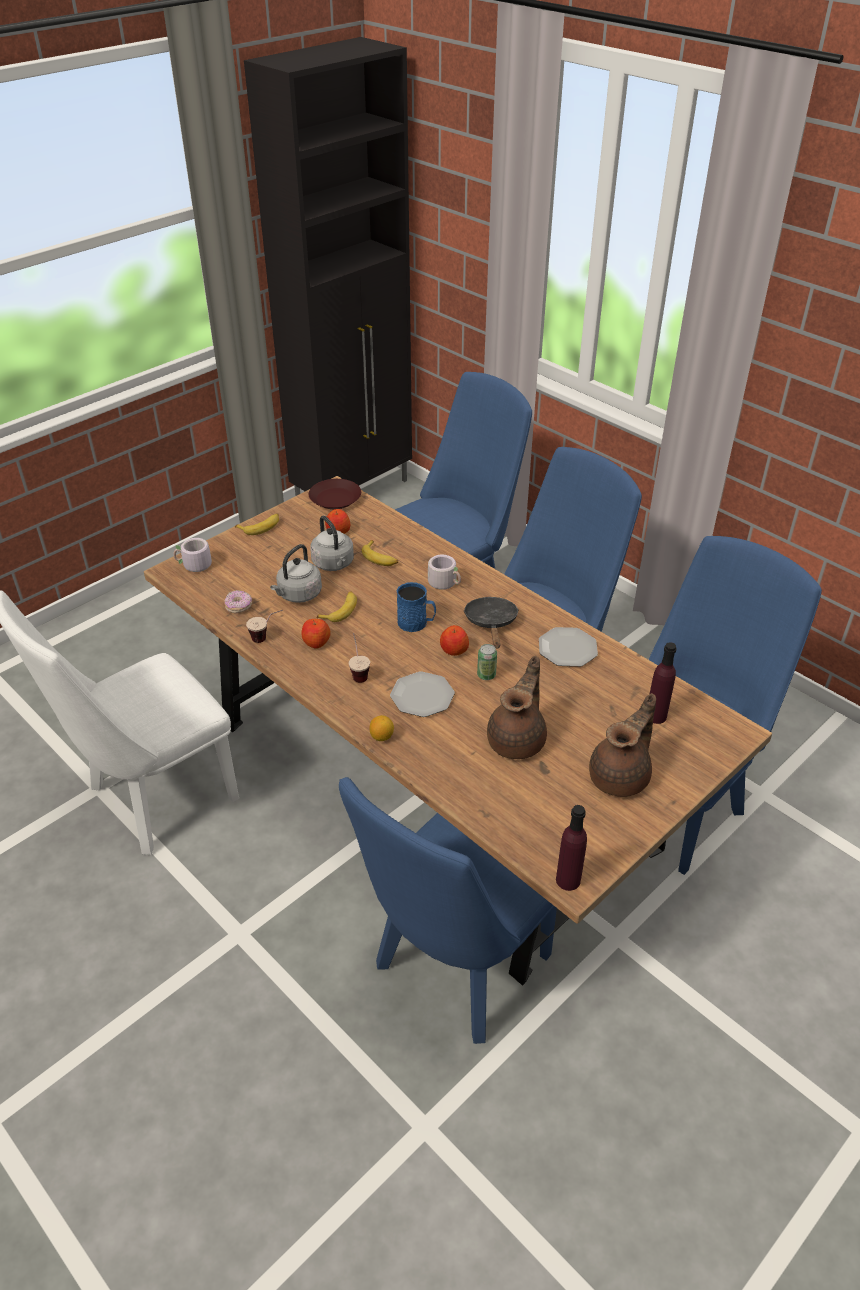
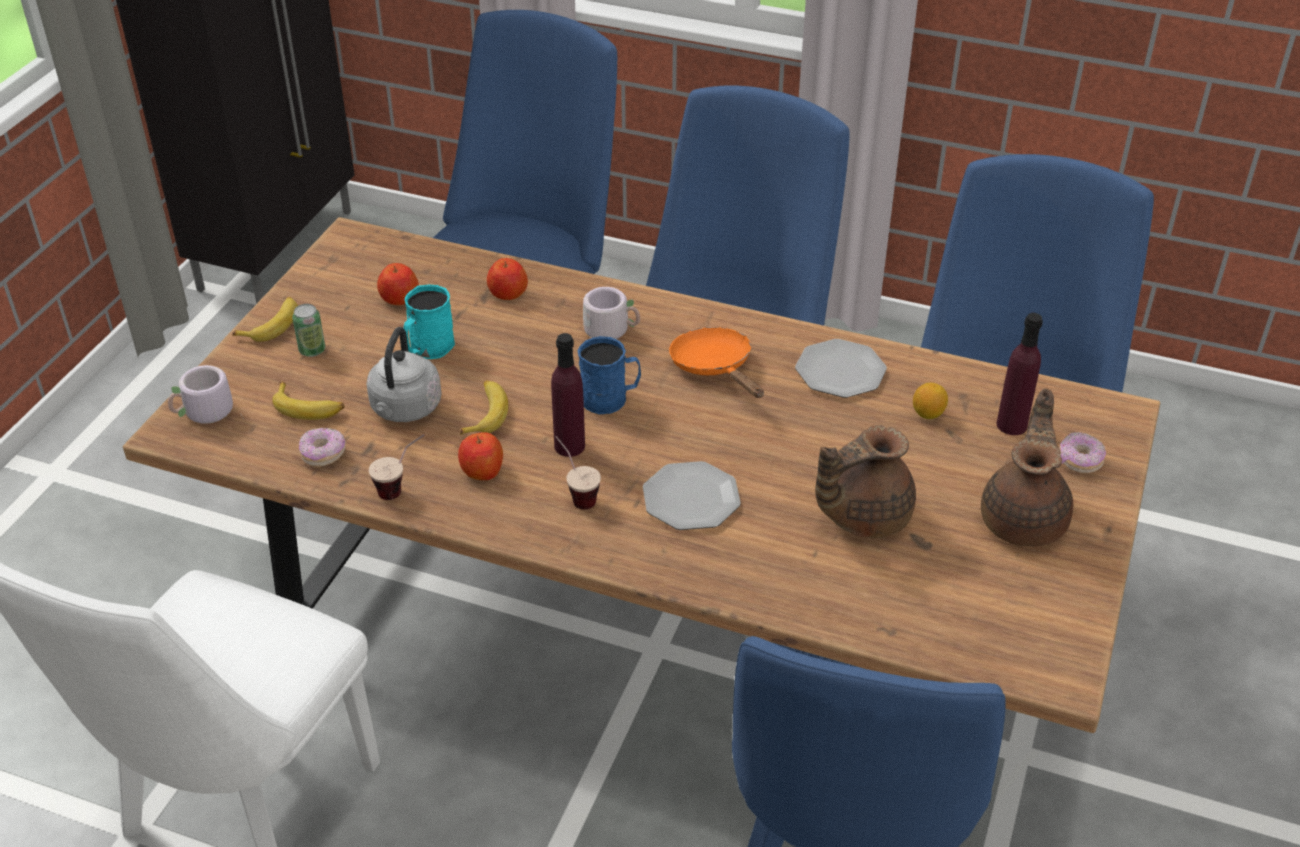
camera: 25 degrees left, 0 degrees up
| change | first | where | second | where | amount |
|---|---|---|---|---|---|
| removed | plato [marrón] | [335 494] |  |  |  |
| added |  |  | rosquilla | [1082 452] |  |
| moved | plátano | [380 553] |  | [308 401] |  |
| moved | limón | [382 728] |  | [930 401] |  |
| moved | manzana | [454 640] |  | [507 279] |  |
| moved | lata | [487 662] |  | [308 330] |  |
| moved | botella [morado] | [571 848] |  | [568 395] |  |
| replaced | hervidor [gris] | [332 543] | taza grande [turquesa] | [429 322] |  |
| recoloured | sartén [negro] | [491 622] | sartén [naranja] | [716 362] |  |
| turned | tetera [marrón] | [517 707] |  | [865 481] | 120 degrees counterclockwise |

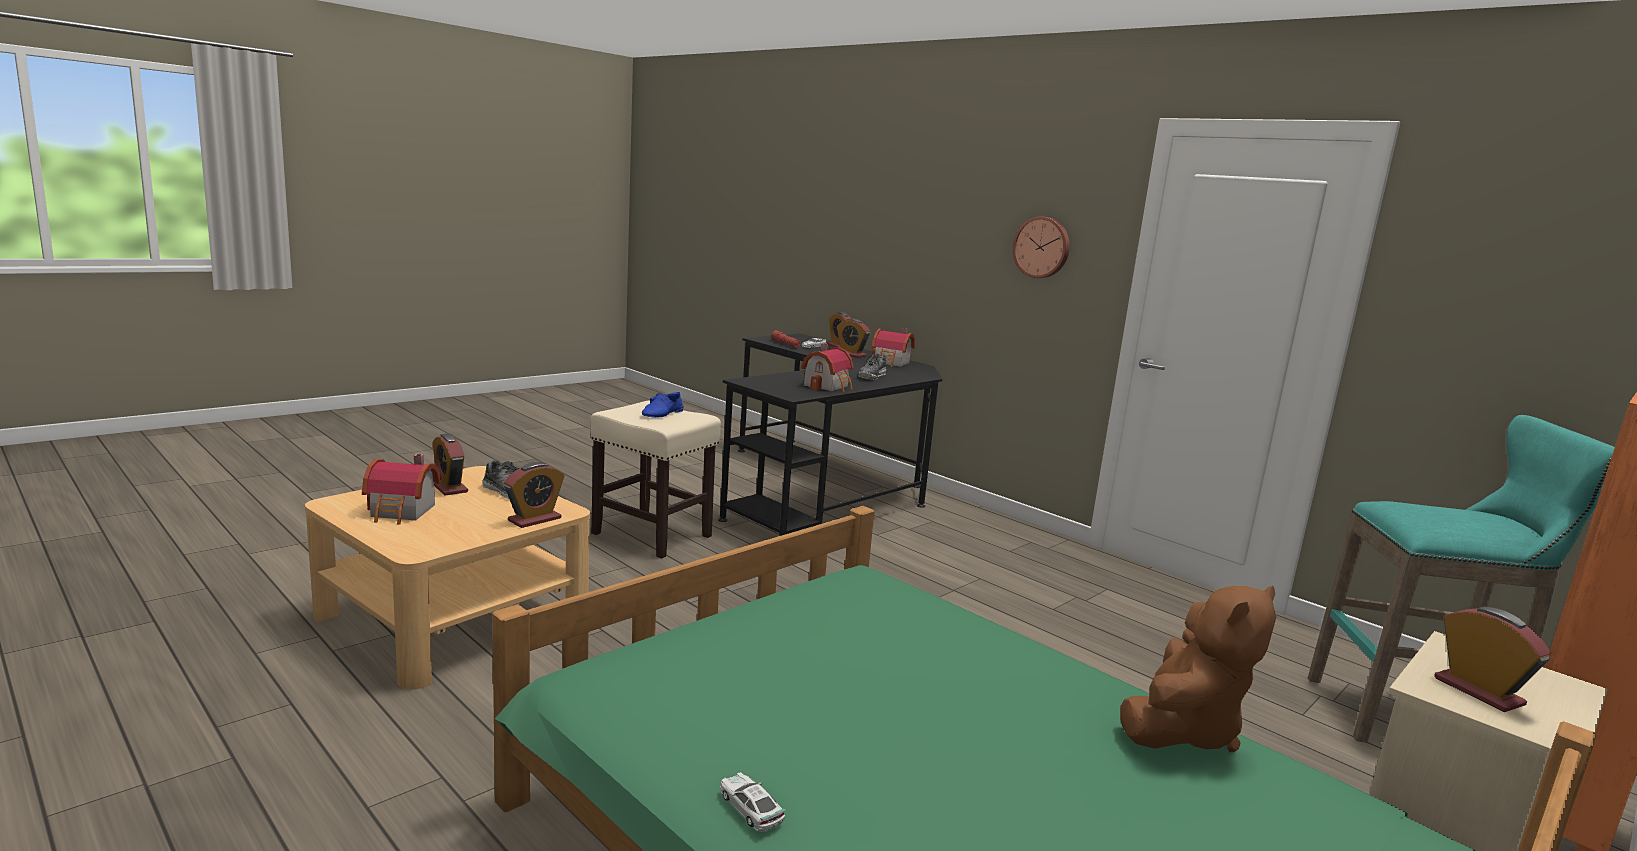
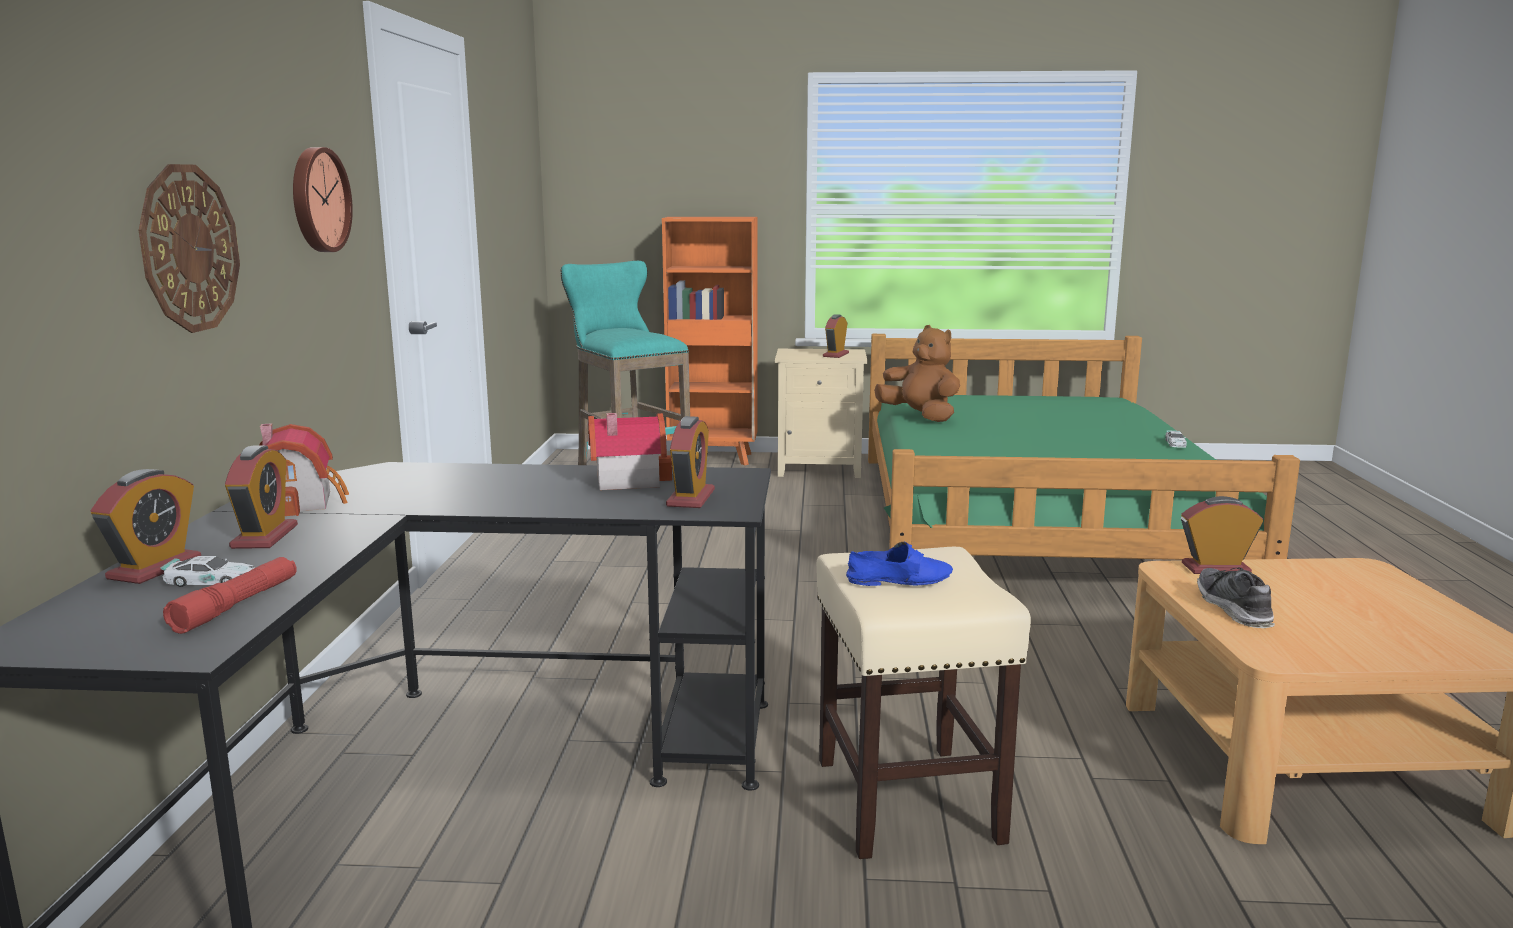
camera: 130 degrees left, 0 degrees up
| change | first | where | second | where | amount |
|---|---|---|---|---|---|
| removed | casita | [401 489] |  |  |  |
| removed | zapato | [872 367] |  |  |  |
| added |  |  | reloj de pared | [189 248] |  |
| moved | despertador | [450 464] |  | [690 462] |  |
| turned | peluche [marrón] | [1198 668] |  | [917 373] | 45 degrees clockwise |

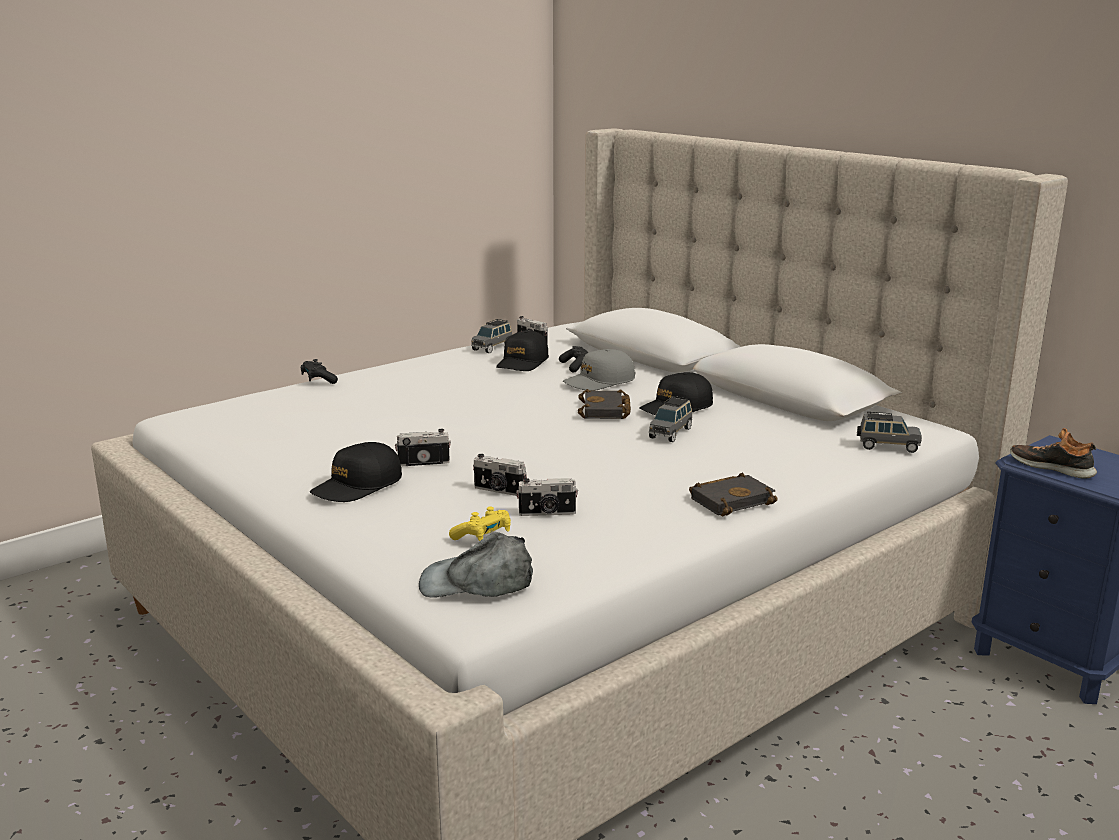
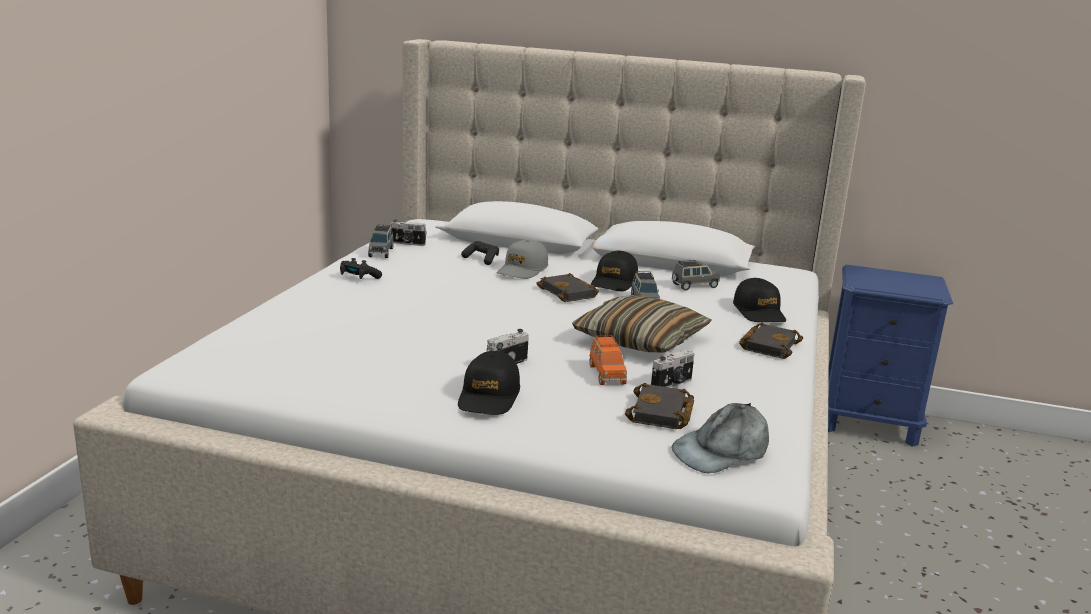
camera: 35 degrees left, 0 degrees up
| change | first | where | second | where | amount |
|---|---|---|---|---|---|
| removed | zapato | [1053 453] |  |  |  |
| added |  |  | cojín | [642 324] |  |
| moved | mando de consola [negro] | [319 371] |  | [361 268] |  |
| moved | gorra [negro] | [522 350] |  | [759 300] |  |
| moved | coche de juguete [gris] | [889 432] |  | [695 275] |  |
| replaced | mando de consola [amarillo] | [480 523] | libro [negro] | [659 406] |  |
| replaced | cámara | [500 475] | coche de juguete [naranja] | [608 360] |  |

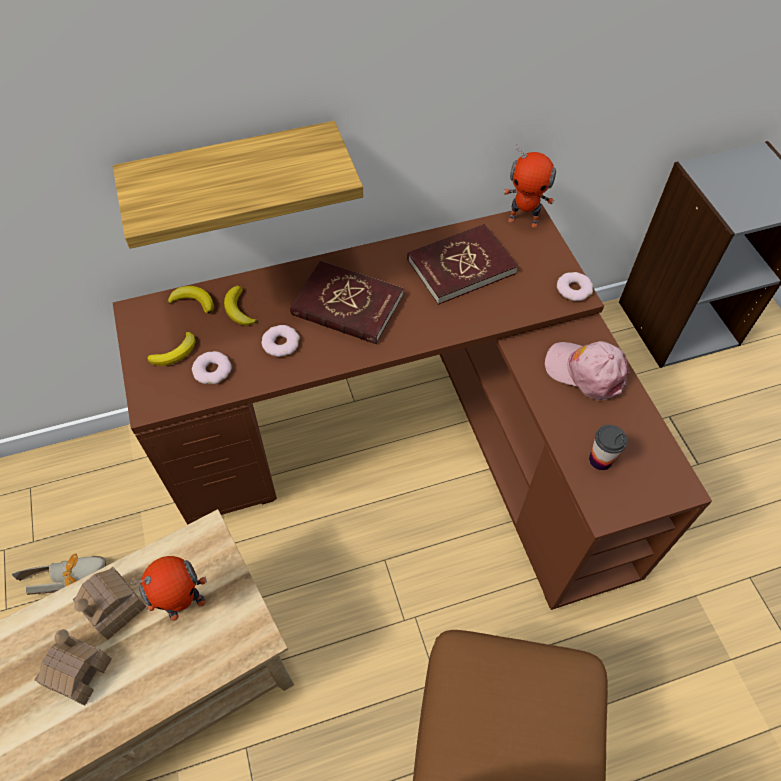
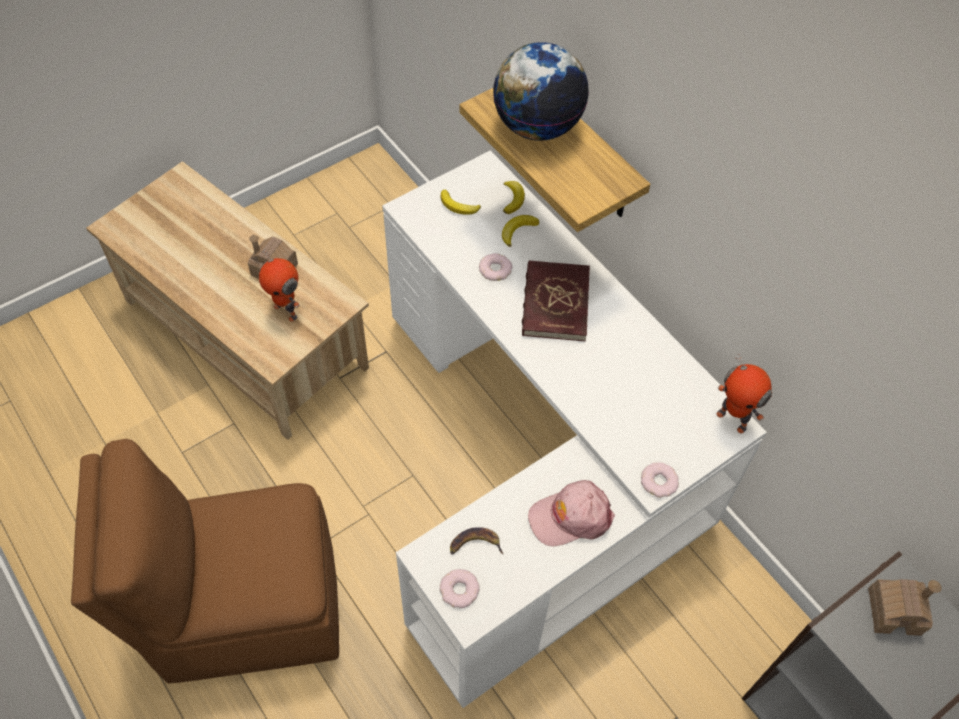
camera: 70 degrees right, 0 degrees up
| change | first | where | second | where | amount |
|---|---|---|---|---|---|
| removed | zapato | [59 574] |  |  |  |
| removed | libro [rojo] | [462 264] |  |  |  |
| added |  |  | globo terráqueo | [541 91] |  |
| moved | casita | [73 667] |  | [905 607] |  |
| moved | rosquilla | [211 367] |  | [460 588] |  |
| replaced | taza | [608 447] | plátano | [476 540] |  |
| recoloured | escritorio [marrón] | [412 407] | escritorio [blanco] | [574 429] |  |
| turned | robot de juguete | [529 186] |  | [744 394] | 45 degrees counterclockwise |
| turned | gorra [rosa] | [587 370] |  | [571 513] | 120 degrees counterclockwise |

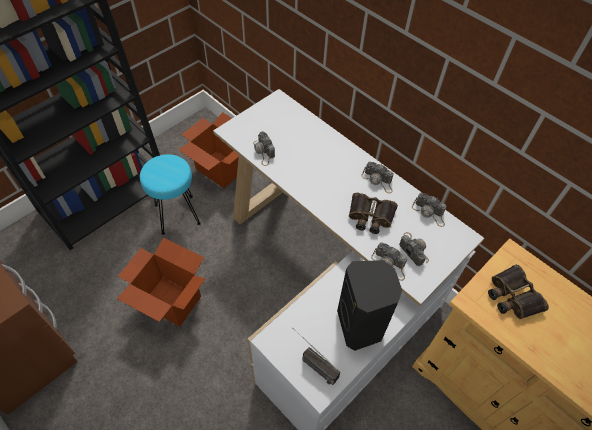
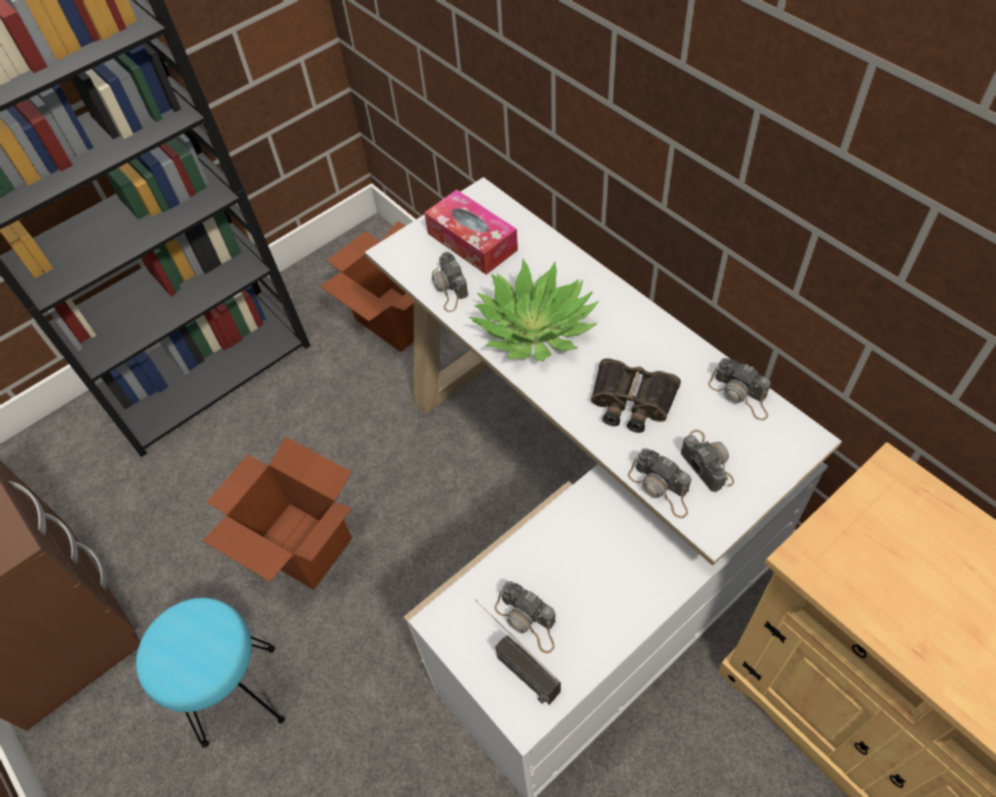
camera: 10 degrees right, 0 degrees up
| change | first | where | second | where | amount |
|---|---|---|---|---|---|
| removed | altavoz [negro] | [369 305] |  |  |  |
| removed | prismáticos | [518 291] |  |  |  |
| added |  |  | caja de pañuelos | [471 232] |  |
| added |  |  | planta en maceta | [534 310] |  |
| moved | taburete [turquesa] | [170 194] |  | [210 673] |  |
| moved | cámara | [377 178] |  | [525 617] |  |

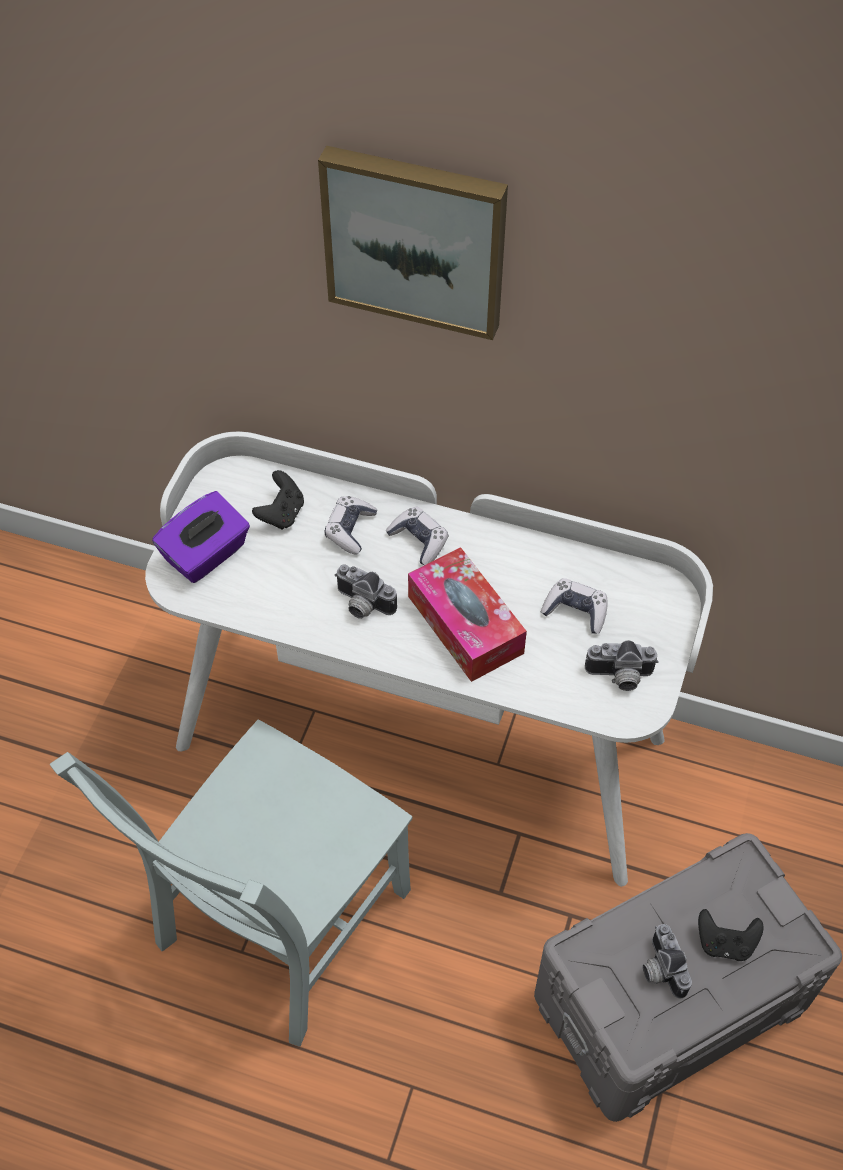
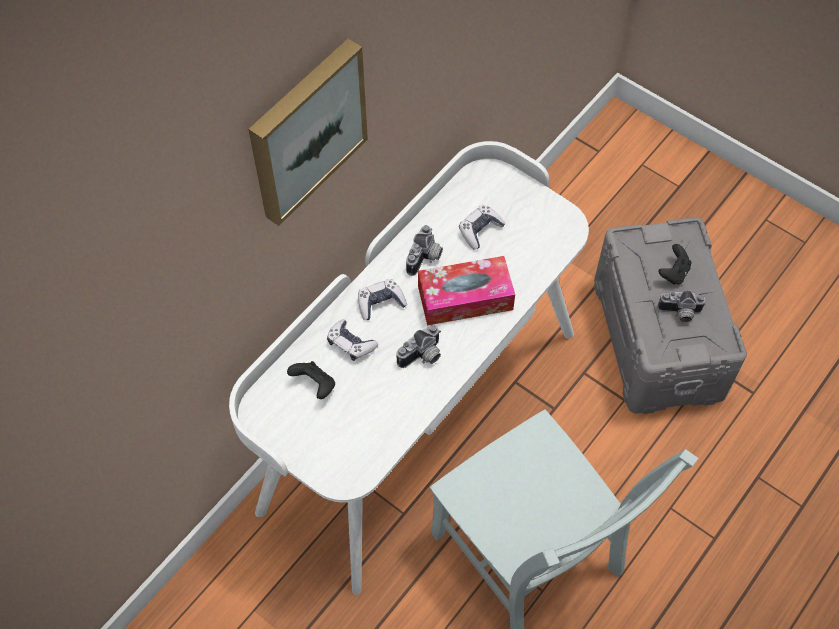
camera: 70 degrees left, 5 degrees up
| change | first | where | second | where | amount |
|---|---|---|---|---|---|
| removed | caja de pañuelos [morado] | [201 537] |  |  |  |
| moved | cámara | [622 665] |  | [424 250] |  |

